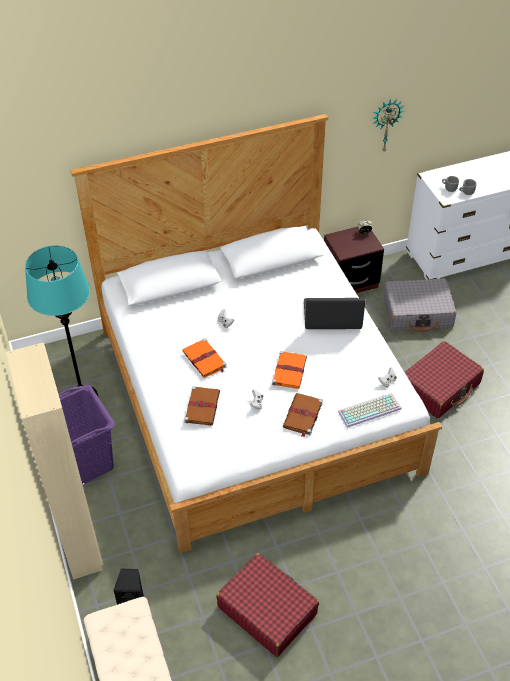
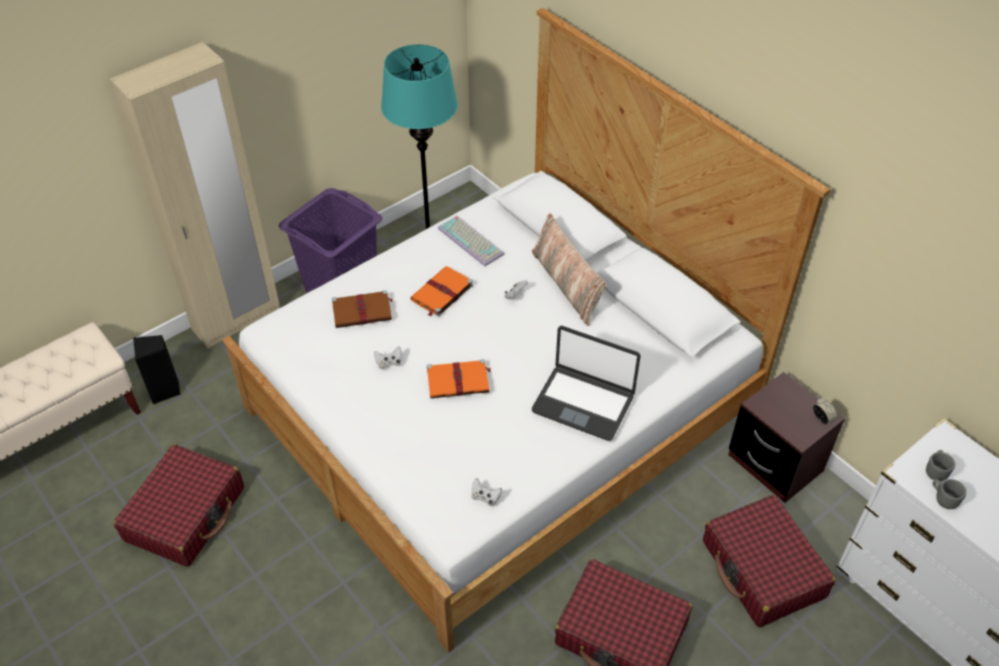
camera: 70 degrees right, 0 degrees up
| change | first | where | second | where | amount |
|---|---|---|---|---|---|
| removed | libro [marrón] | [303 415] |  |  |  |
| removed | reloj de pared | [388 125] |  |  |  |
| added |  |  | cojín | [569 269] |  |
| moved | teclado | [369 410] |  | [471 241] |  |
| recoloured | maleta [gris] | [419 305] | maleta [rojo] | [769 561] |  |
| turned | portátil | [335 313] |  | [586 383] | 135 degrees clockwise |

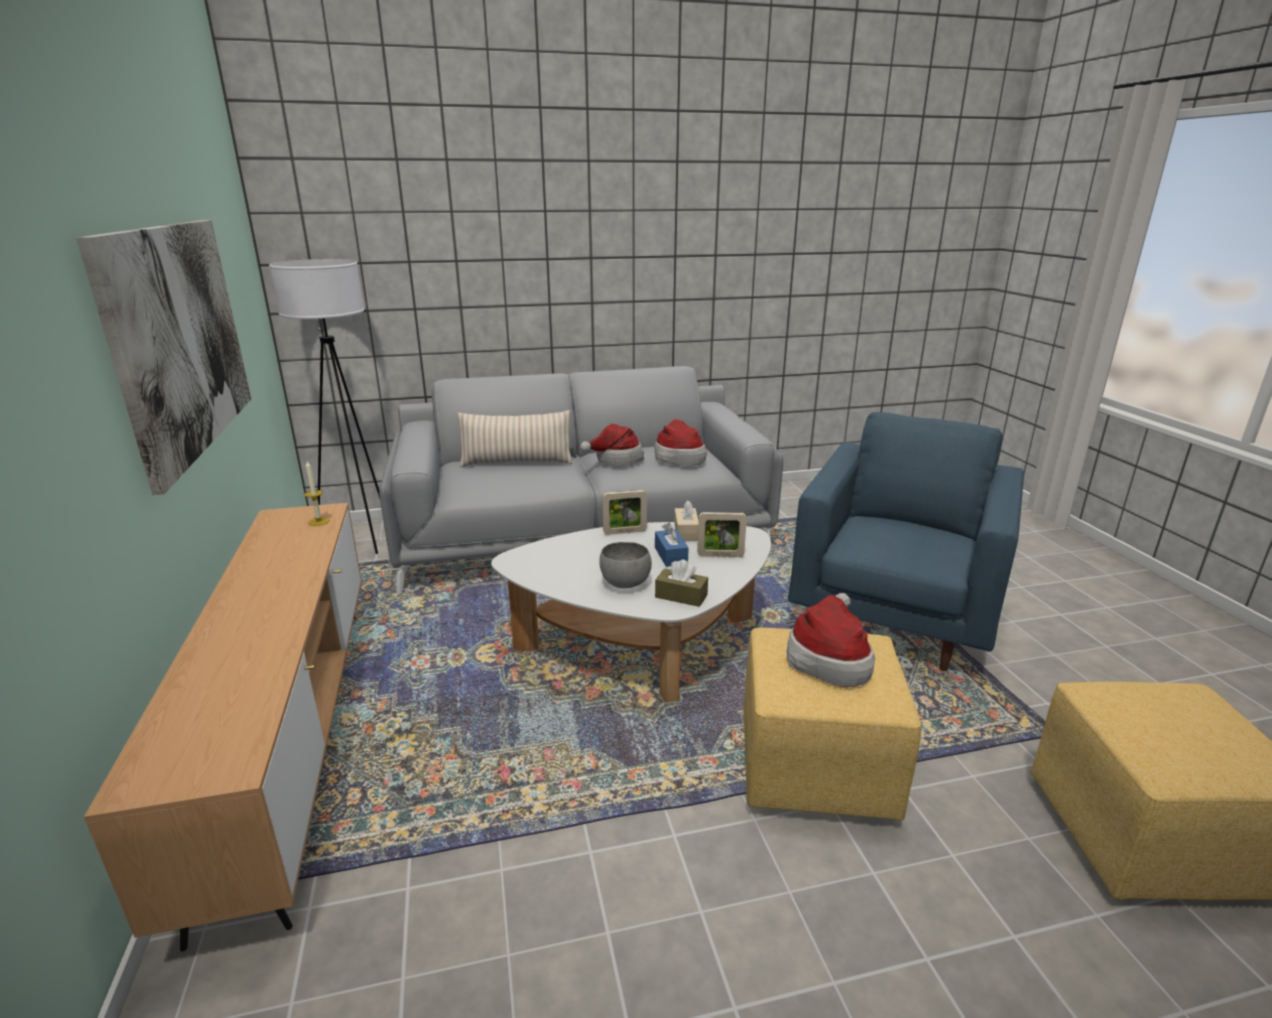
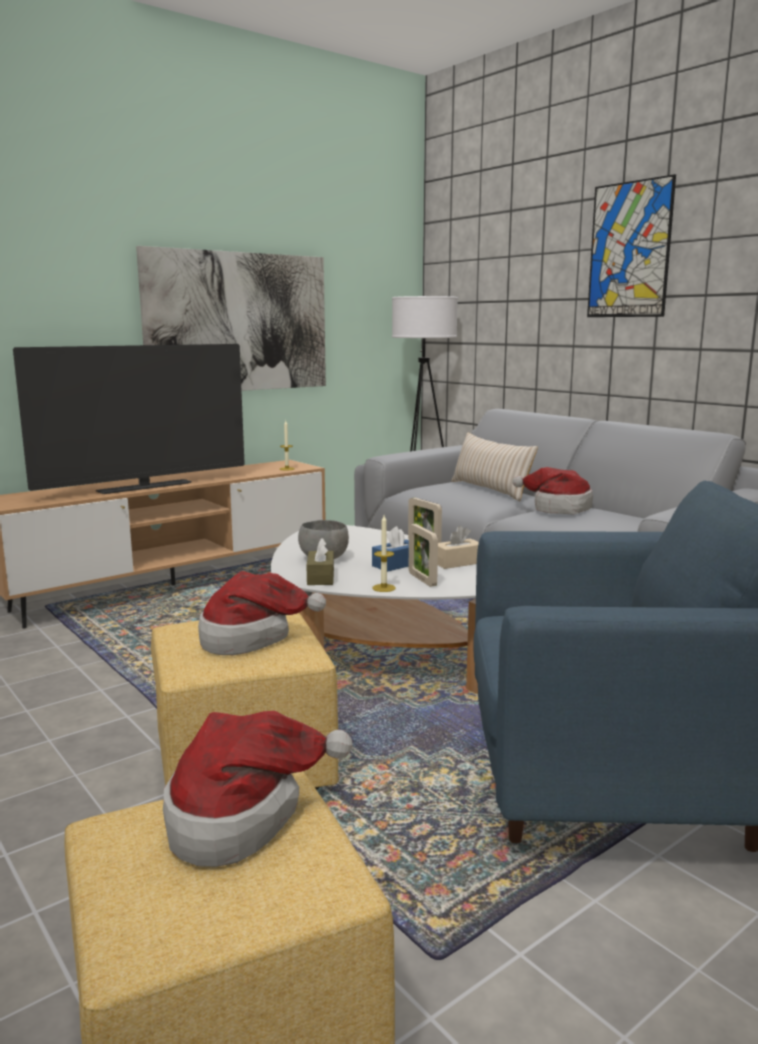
camera: 65 degrees right, 10 degrees down
| change | first | where | second | where | amount |
|---|---|---|---|---|---|
| added |  |  | televisor | [129 419] |  |
| added |  |  | vela | [384 553] |  |
| added |  |  | cuadro | [631 245] |  |
| moved | sombrero | [680 442] |  | [258 789] |  |

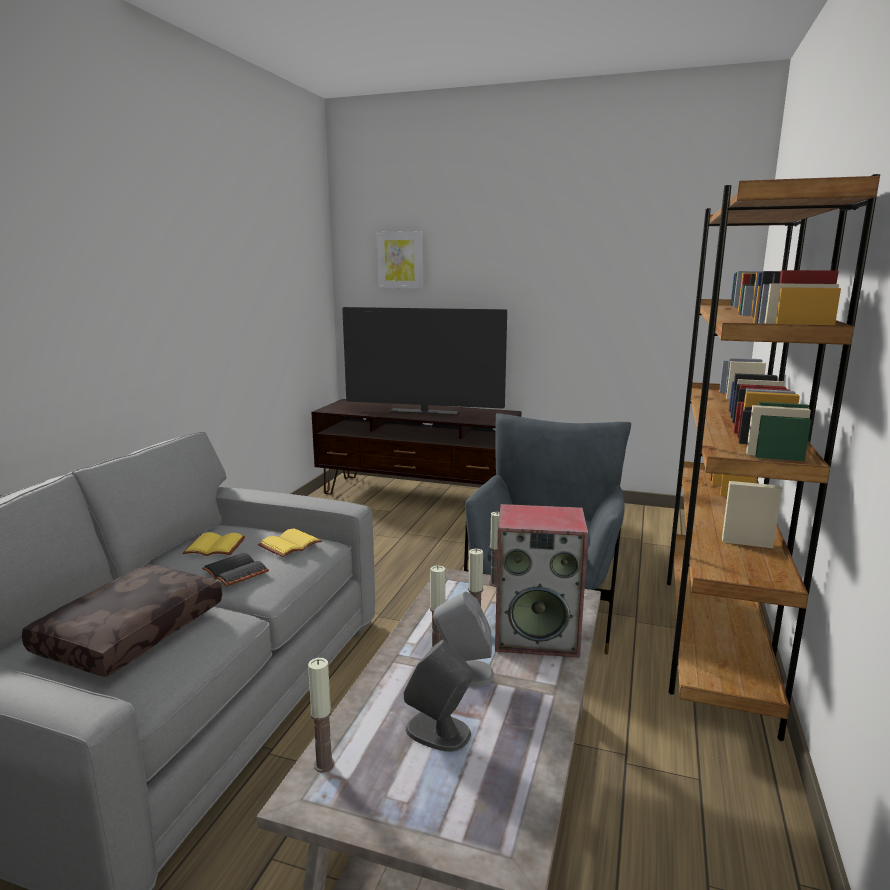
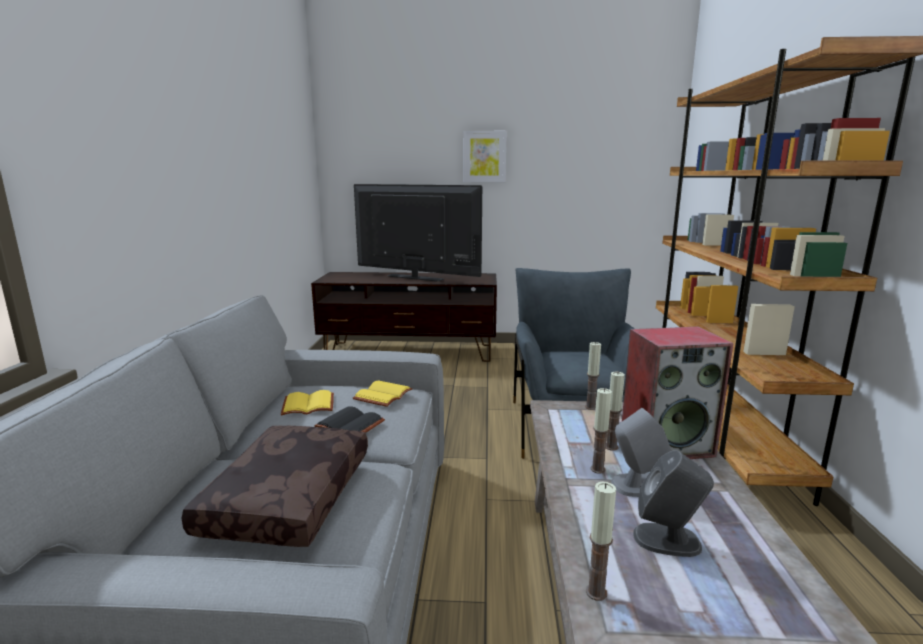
camera: 15 degrees left, 0 degrees up
| change | first | where | second | where | amount |
|---|---|---|---|---|---|
| moved | cuadro | [400 260] |  | [485 157] |  |
| turned | televisor | [424 361] |  | [418 233] | 150 degrees counterclockwise |

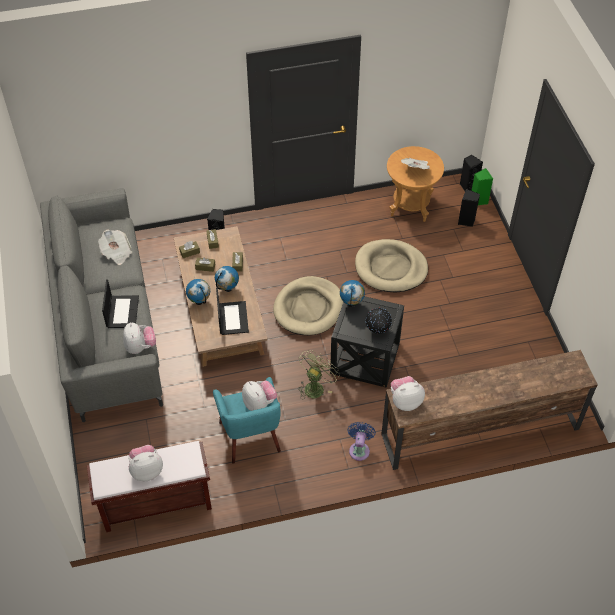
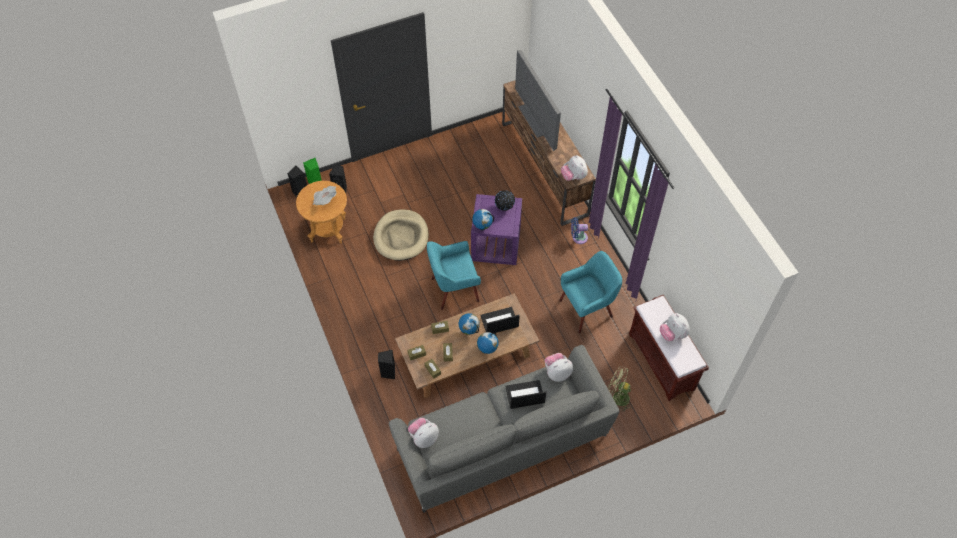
camera: 100 degrees left, 5 degrees up
| change | first | where | second | where | amount |
|---|---|---|---|---|---|
| removed | periódico | [115 247] |  |  |  |
| added |  |  | televisor | [538 100] |  |
| moved | peluche | [259 396] |  | [423 433] |  |
| moved | ventilador [verde] | [319 375] |  | [620 389] |  |
| replaced | cama para perro [beis] | [308 305] | sillón [turquesa] | [454 275] |  |
| recoloured | mesa auxiliar [negro] | [367 341] | mesa auxiliar [morado] | [496 229] |  |

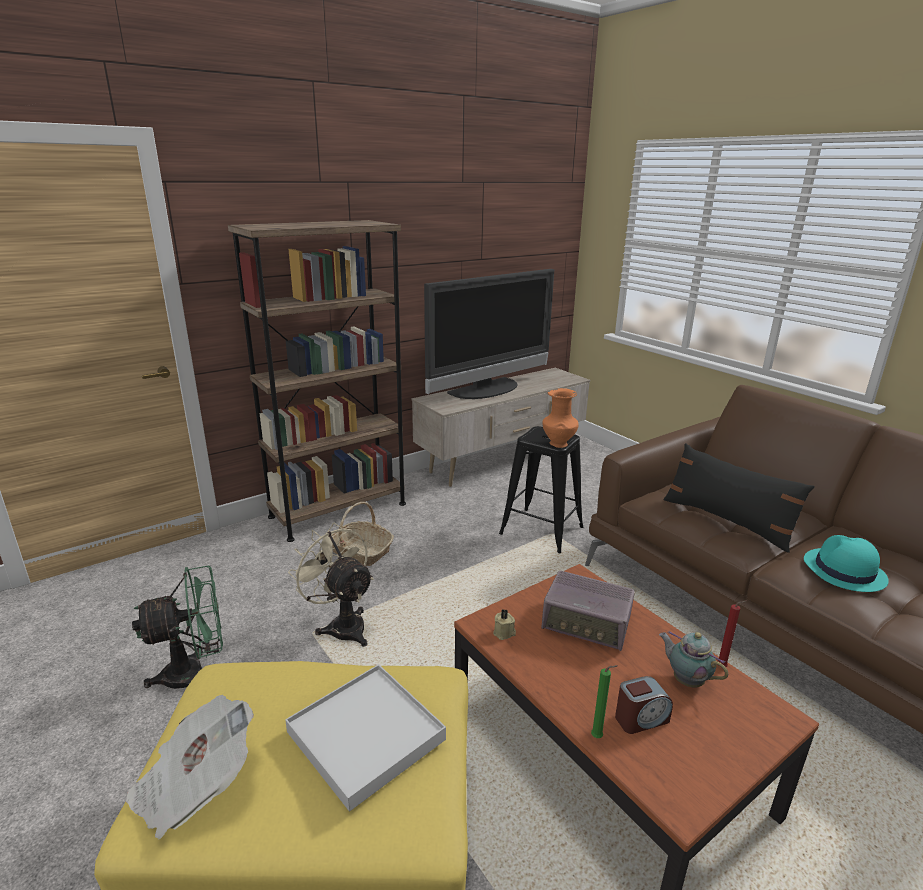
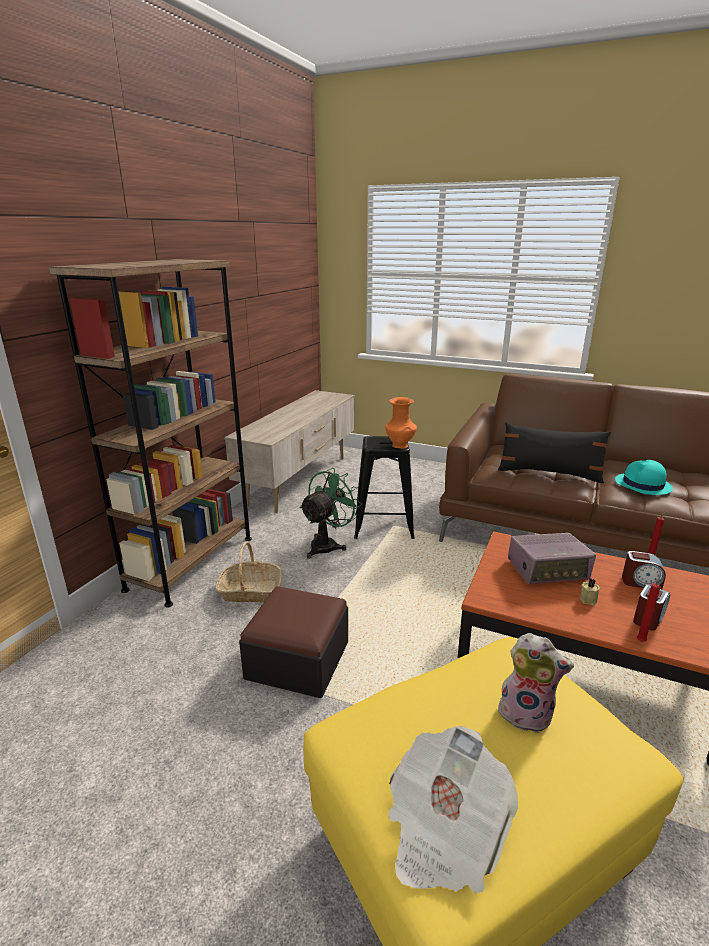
camera: 30 degrees left, 0 degrees up
| change | first | where | second | where | amount |
|---|---|---|---|---|---|
| removed | televisor | [489 334] |  |  |  |
| moved | ventilador [verde] | [177 627] |  | [330 513] |  |
| moved | vela [beis] | [504 624] |  | [590 592] |  |
| replaced | bandeja [blanco] | [365 738] | peluche | [536 683] |  |
| replaced | ventilador [beis] | [331 585] | puf | [293 642] |  |
| replaced | tetera | [693 659] | despertador | [644 570] |  |
| recoloured | vela [verde] | [604 701] | vela [rojo] | [650 609] |  |

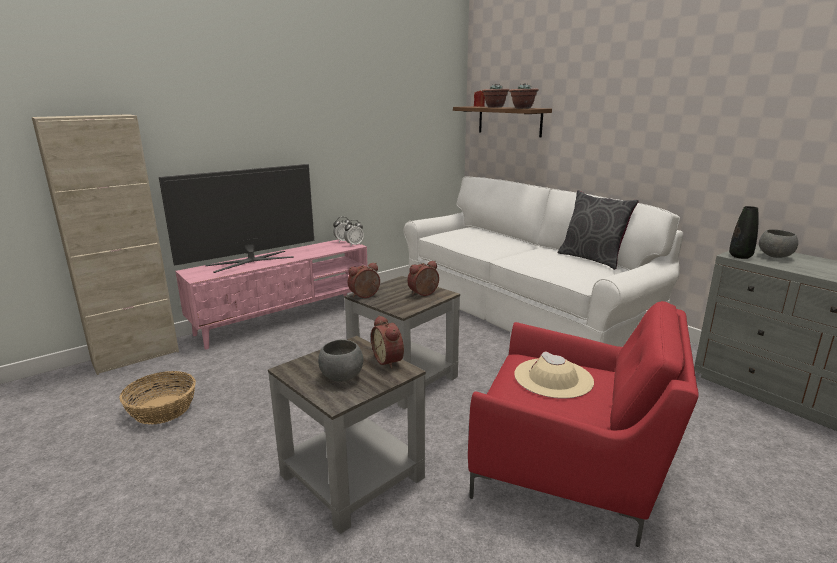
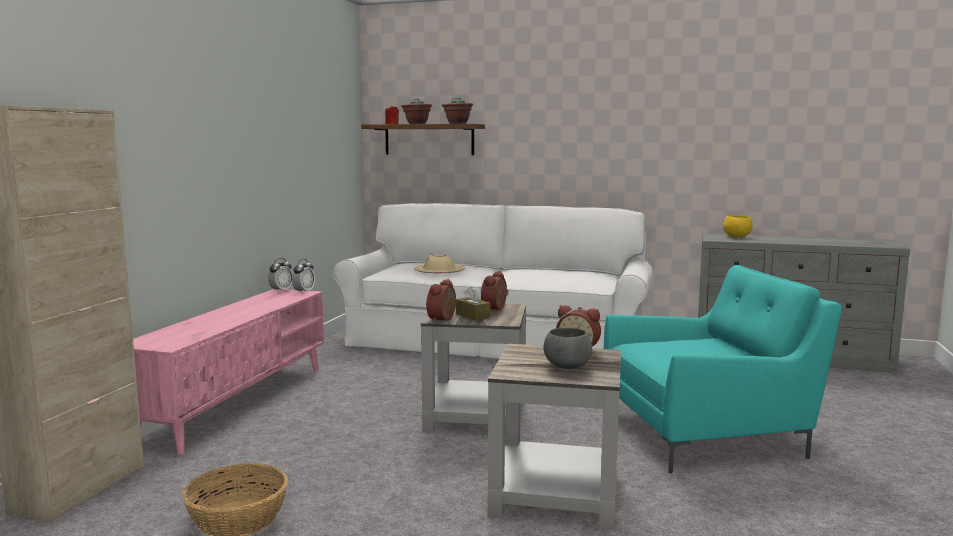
camera: 35 degrees left, 10 degrees down
| change | first | where | second | where | amount |
|---|---|---|---|---|---|
| removed | televisor | [236 218] |  |  |  |
| removed | cojín [gris] | [598 230] |  |  |  |
| removed | florero [negro] | [743 232] |  |  |  |
| added |  |  | caja de pañuelos [marrón] | [473 303] |  |
| moved | sombrero [beis] | [554 375] |  | [439 263] |  |
| recoloured | sillón [rojo] | [583 424] | sillón [turquesa] | [723 369] |  |
| recoloured | cuenco [gris] | [778 243] | cuenco [amarillo] | [738 226] |  |

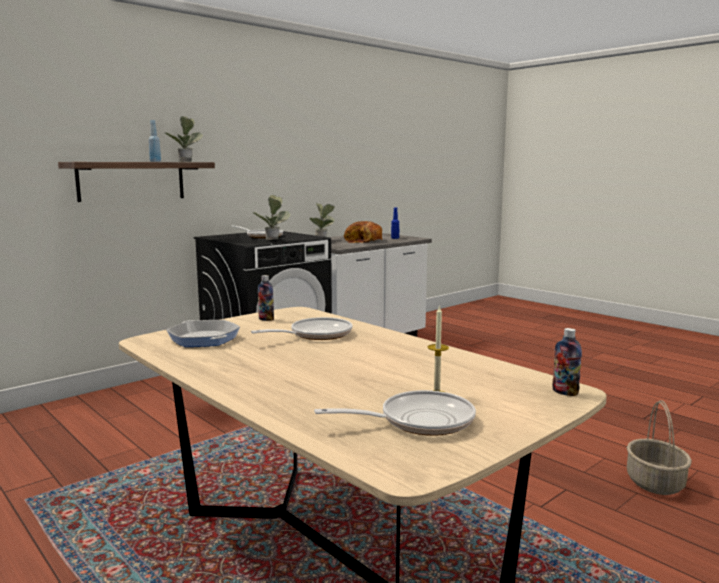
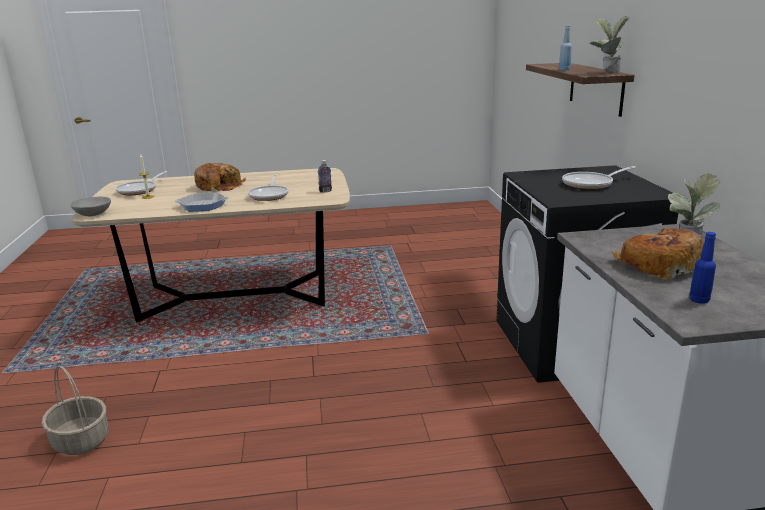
camera: 125 degrees right, 10 degrees up
| change | first | where | second | where | amount |
|---|---|---|---|---|---|
| removed | planta en maceta | [271 217] |  |  |  |
| added |  |  | pan | [220 177] |  |
| moved | sartén | [203 333] |  | [202 202] |  |
| replaced | botella | [567 362] | cuenco [gris] | [90 206] |  |

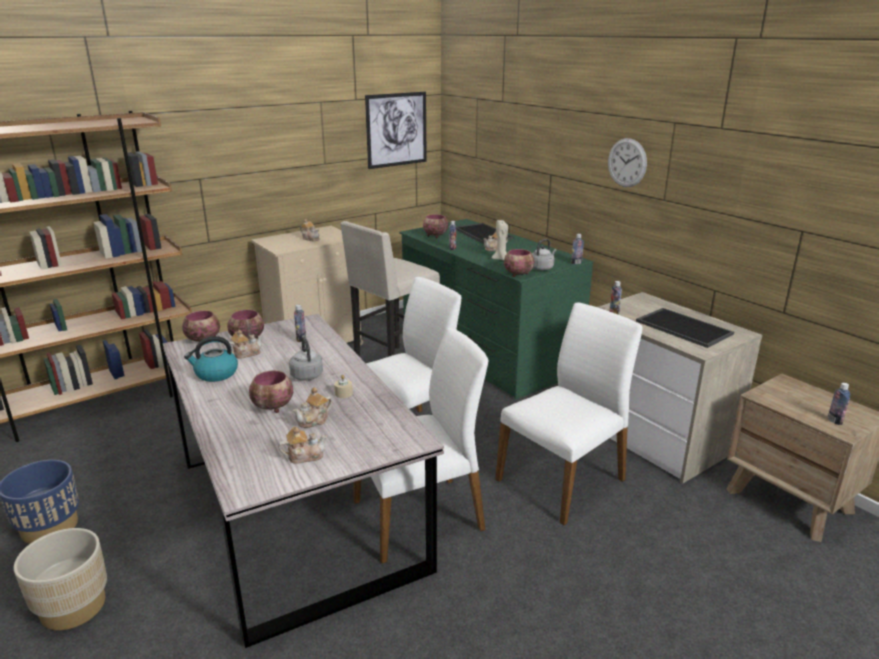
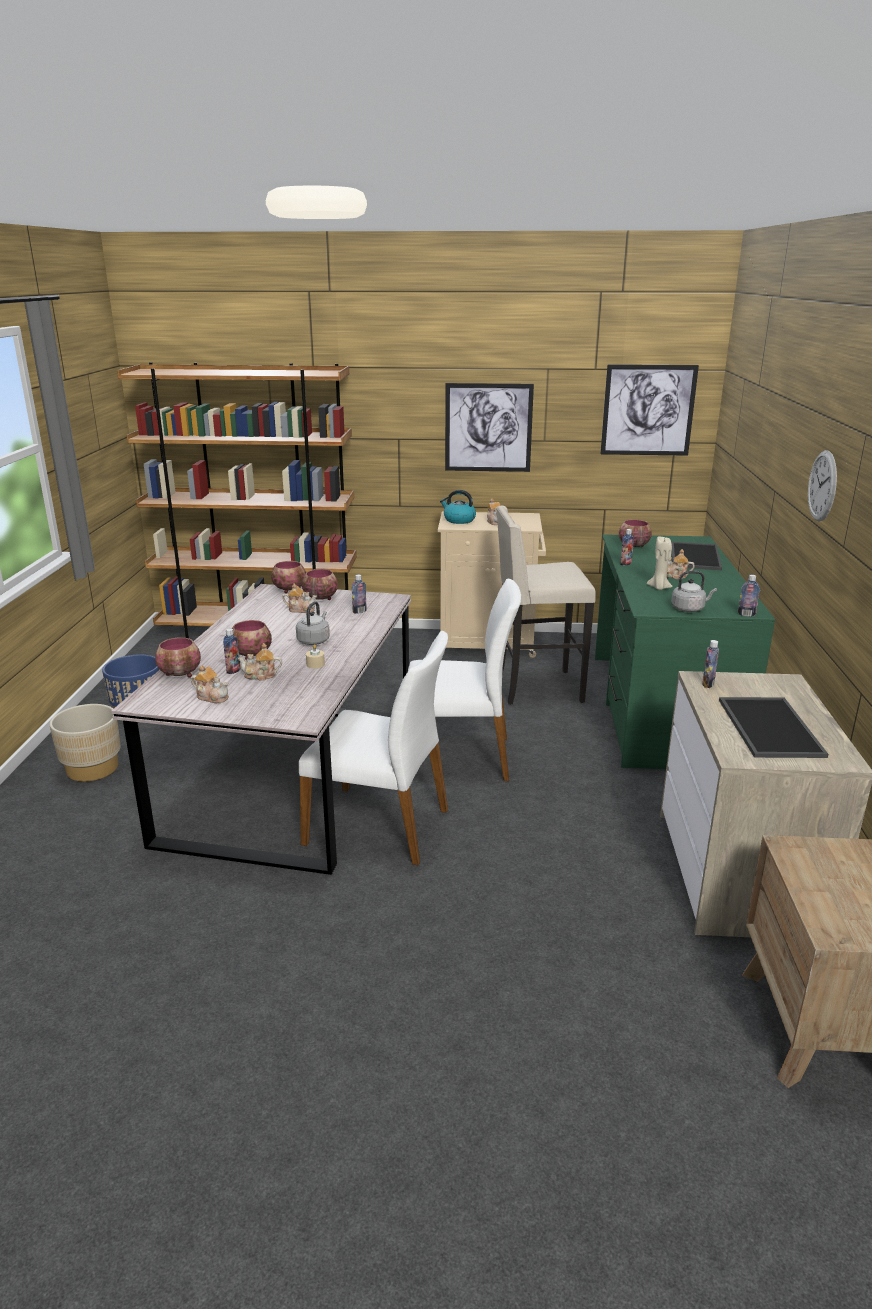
camera: 40 degrees right, 0 degrees up
| change | first | where | second | where | amount |
|---|---|---|---|---|---|
| removed | silla [blanco] | [569 414] |  |  |  |
| added |  |  | cuadro | [489 427] |  |
| moved | hervidor | [211 359] |  | [458 507] |  |
| moved | cuenco | [519 263] |  | [178 657] |  |
| moved | botella | [839 404] |  | [232 651] |  |

